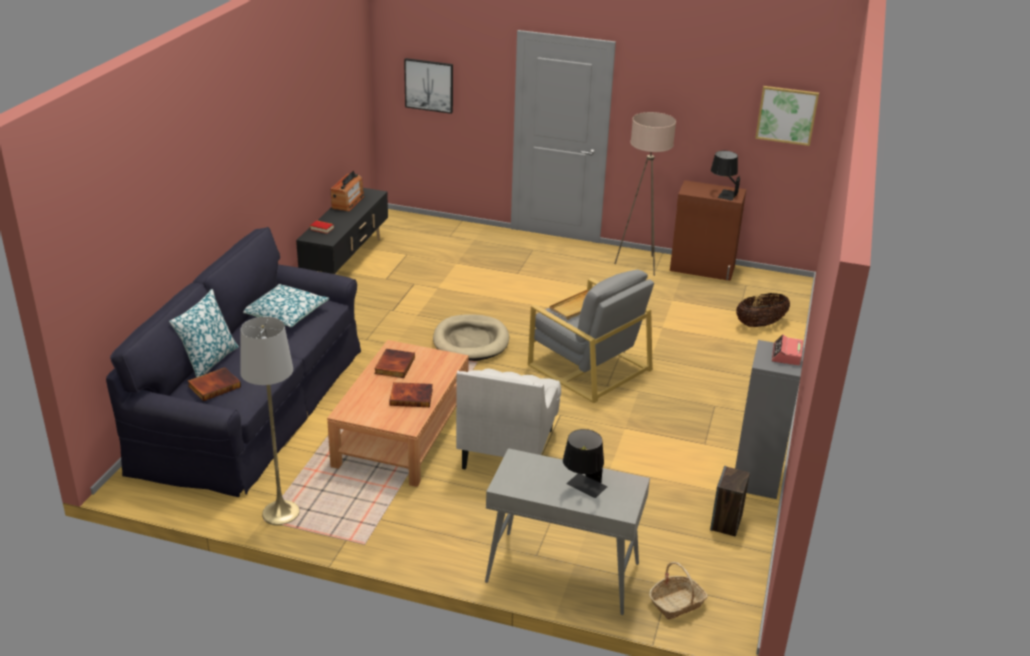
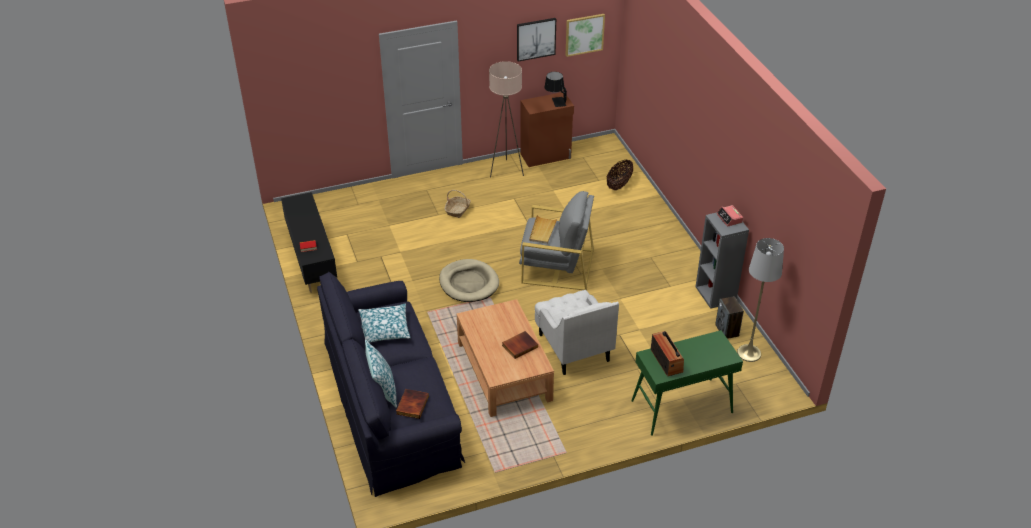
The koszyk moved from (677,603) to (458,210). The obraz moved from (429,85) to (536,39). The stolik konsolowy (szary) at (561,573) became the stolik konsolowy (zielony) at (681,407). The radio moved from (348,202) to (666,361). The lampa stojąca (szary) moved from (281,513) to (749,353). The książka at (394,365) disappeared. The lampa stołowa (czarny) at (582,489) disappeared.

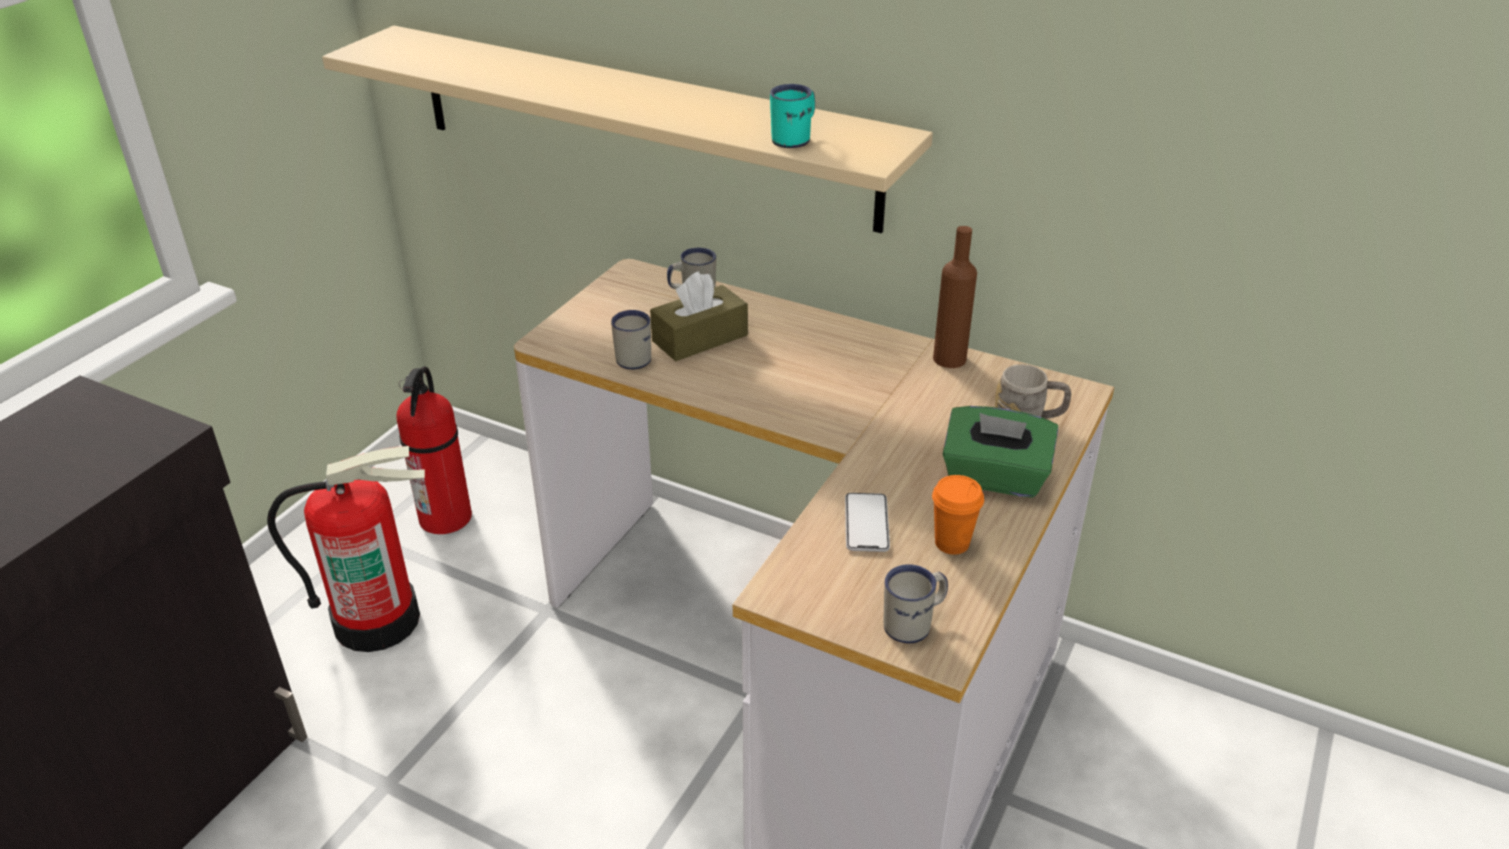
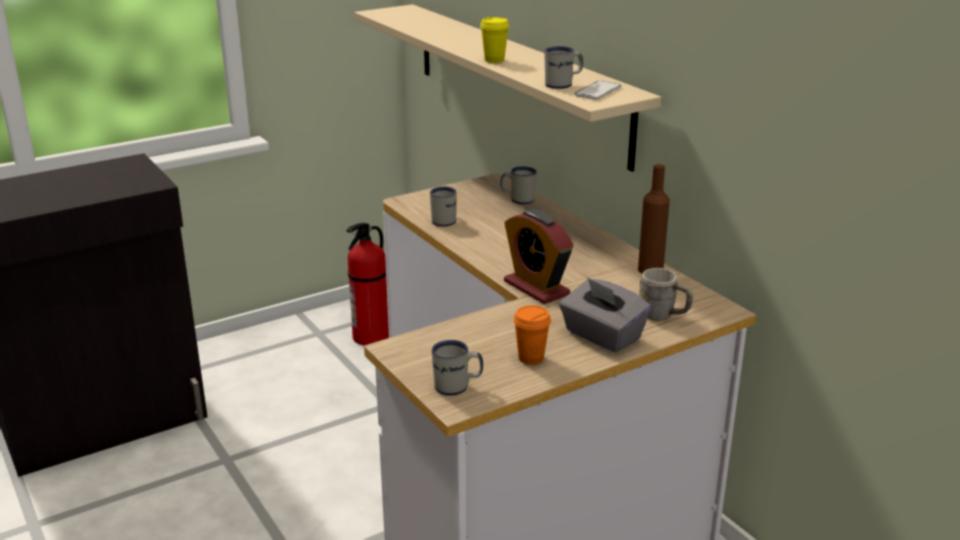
The filiżanka (żółty) at (494,60) appeared. The budzik at (536,288) appeared. The kubek (turkusowy) at (795,138) became the kubek (biały) at (563,85). The pudełko chusteczek (zielony) at (994,478) became the pudełko chusteczek (szary) at (602,336). The telefon moved from (866,523) to (598,91). The gaśnica at (378,619) disappeared. The pudełko chusteczek (brązowy) at (700,338) disappeared.

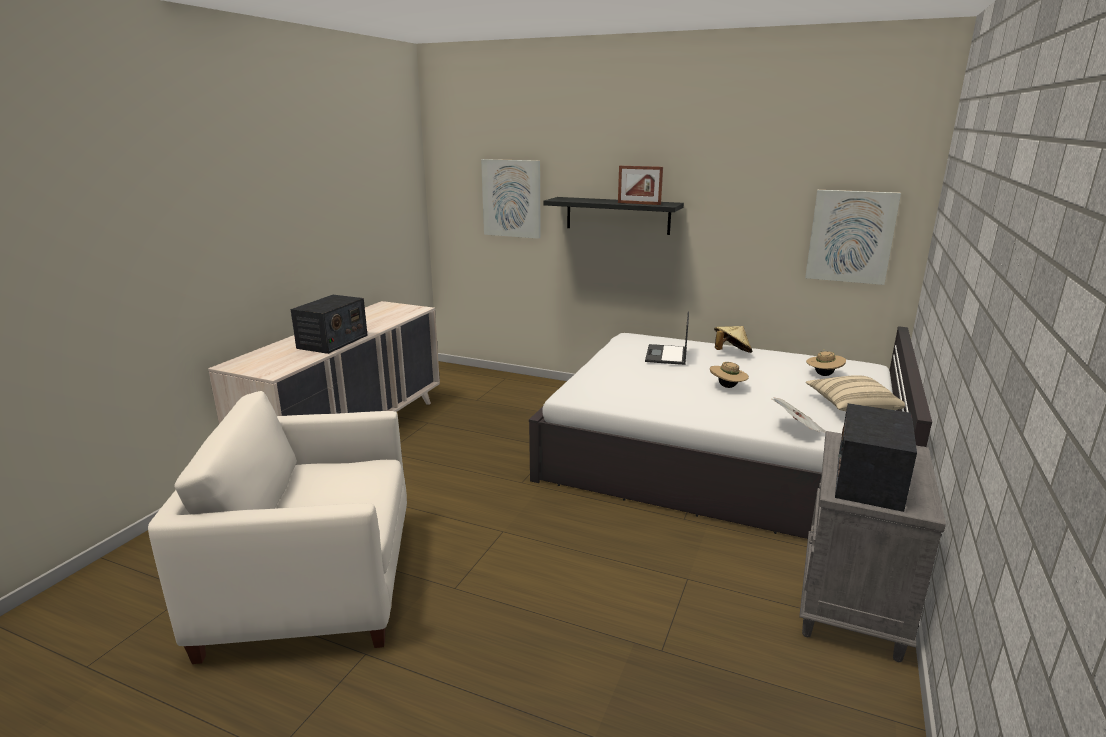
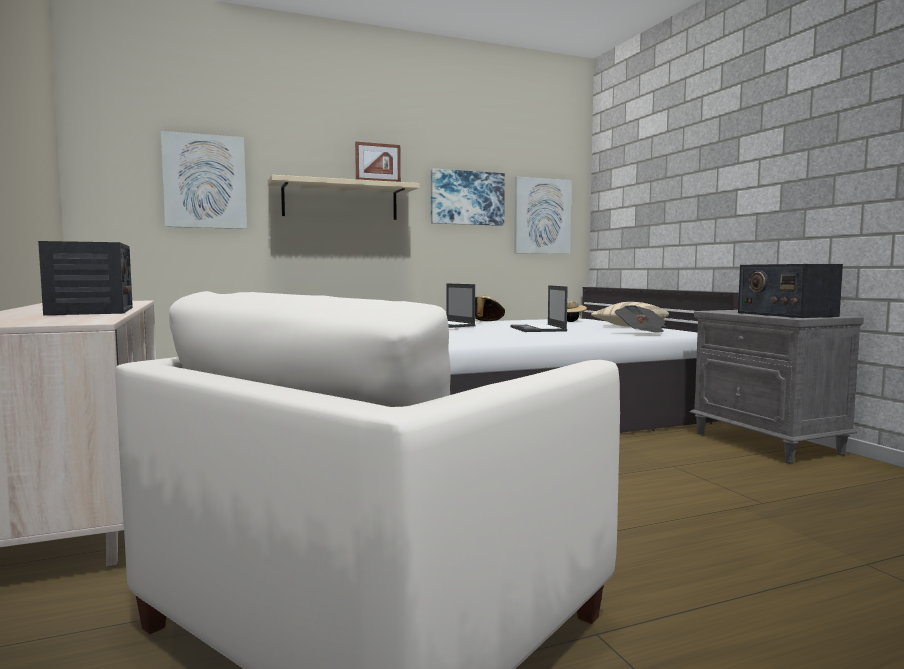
The półka (czarny) at (617,215) became the półka (beżowy) at (340,201). The obraz at (467,198) appeared. The kapelusz (beżowy) at (727,387) was replaced by the laptop at (538,329).

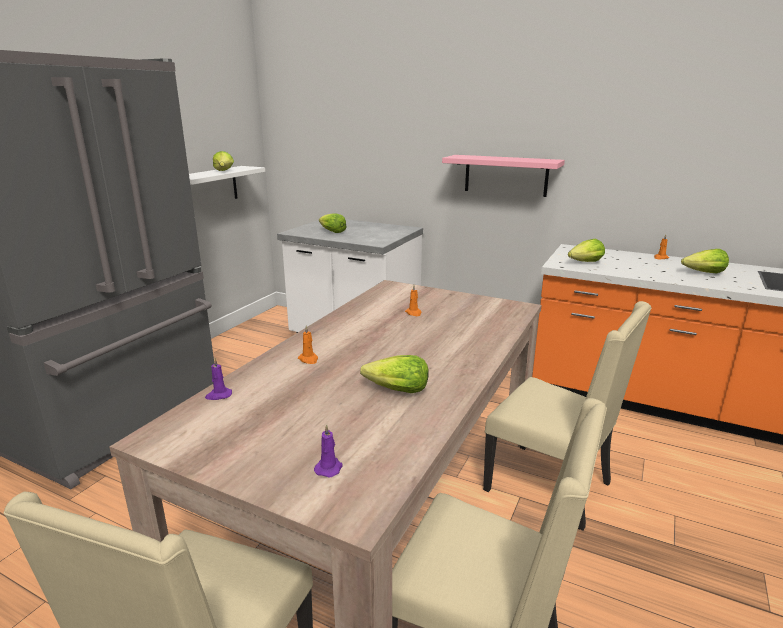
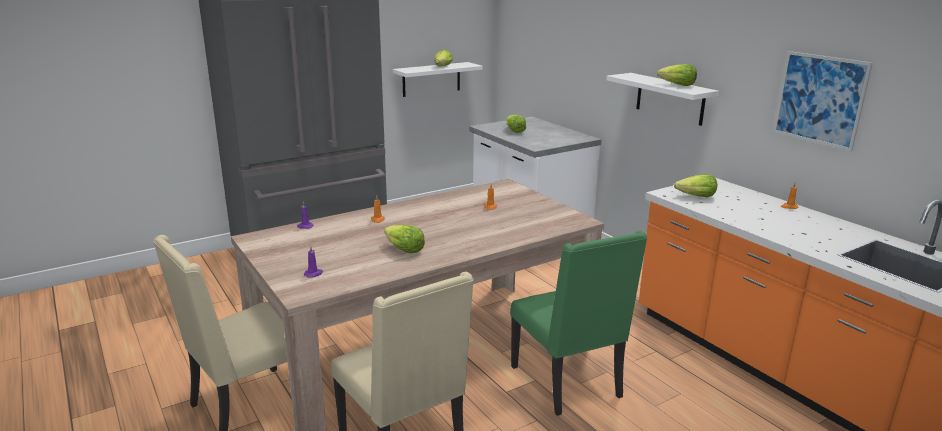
The krzesło (beżowy) at (551,487) became the krzesło (zielony) at (568,383). The półka (różowy) at (506,175) became the półka (biały) at (670,99). The sałata moved from (704,273) to (677,85). The obraz at (819,99) appeared.

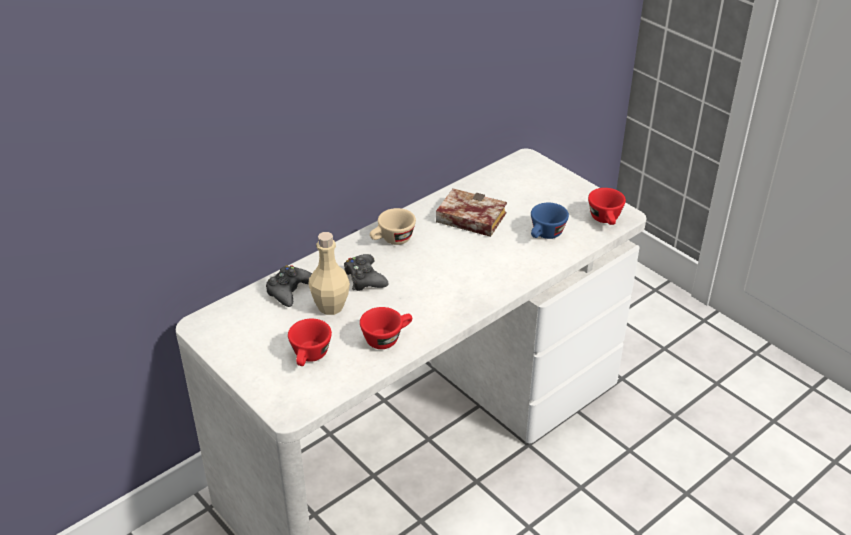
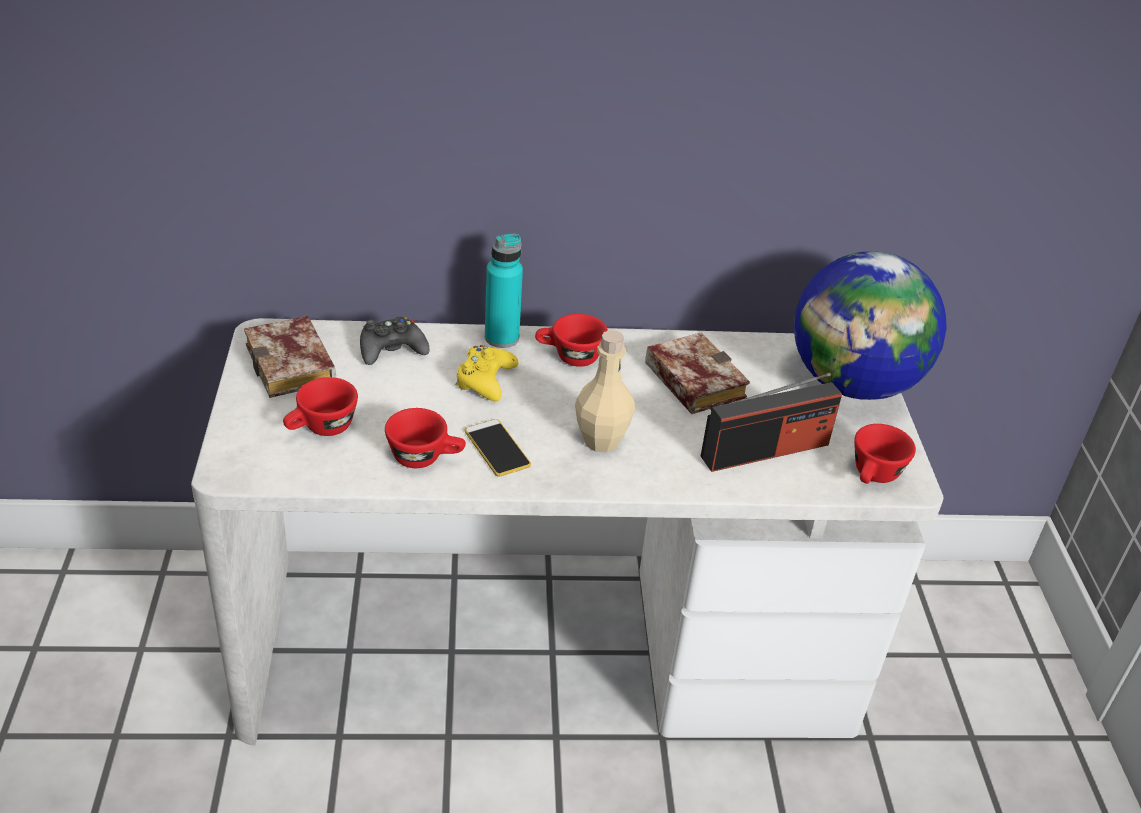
The książka at (294,366) appeared. The pad do gier (czarny) at (364,278) became the pad do gier (żółty) at (485,380). The telefon at (497,448) appeared. The butelka (turkusowy) at (501,338) appeared. The filiżanka (beżowy) at (392,240) became the filiżanka (czerwony) at (569,357). The butelka (beżowy) moved from (330,307) to (601,440). The filiżanka (niebieski) at (545,235) was replaced by the radio at (765,450). The globus at (854,384) appeared.

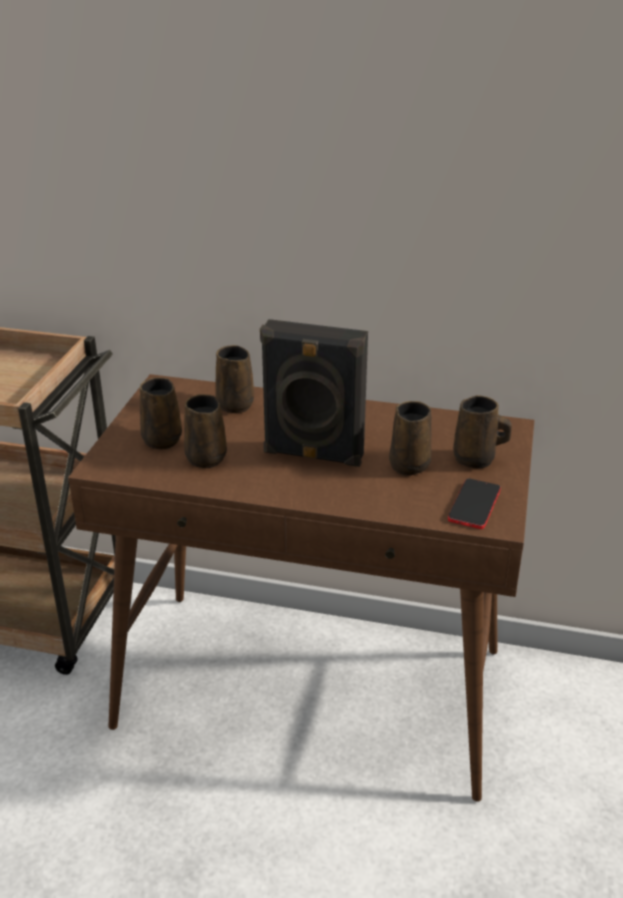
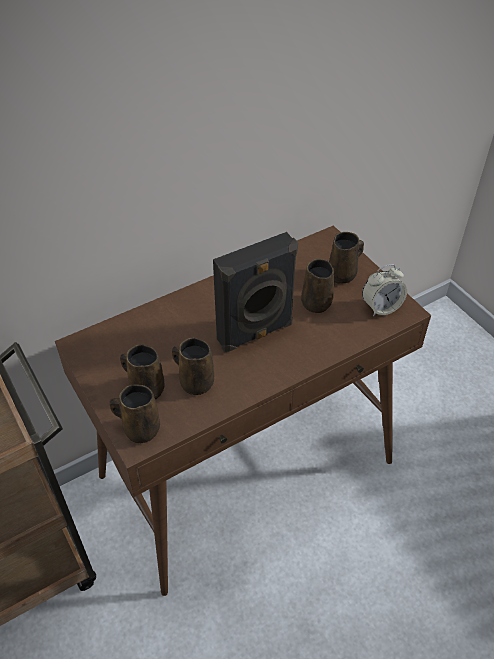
The kubek (brązowy) moved from (234,404) to (140,429). The telefon at (474,505) was replaced by the budzik at (381,307).

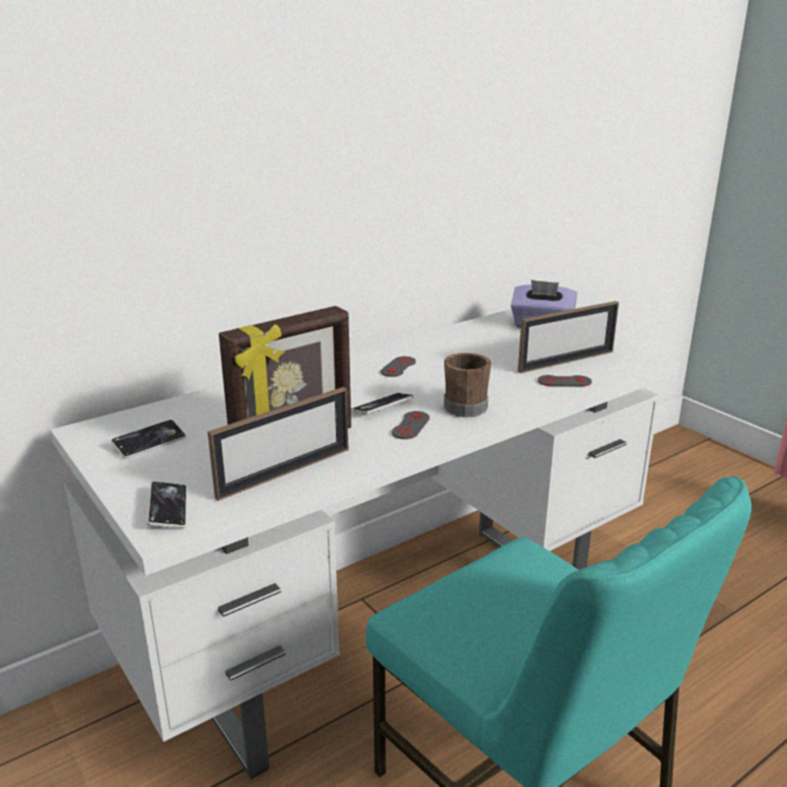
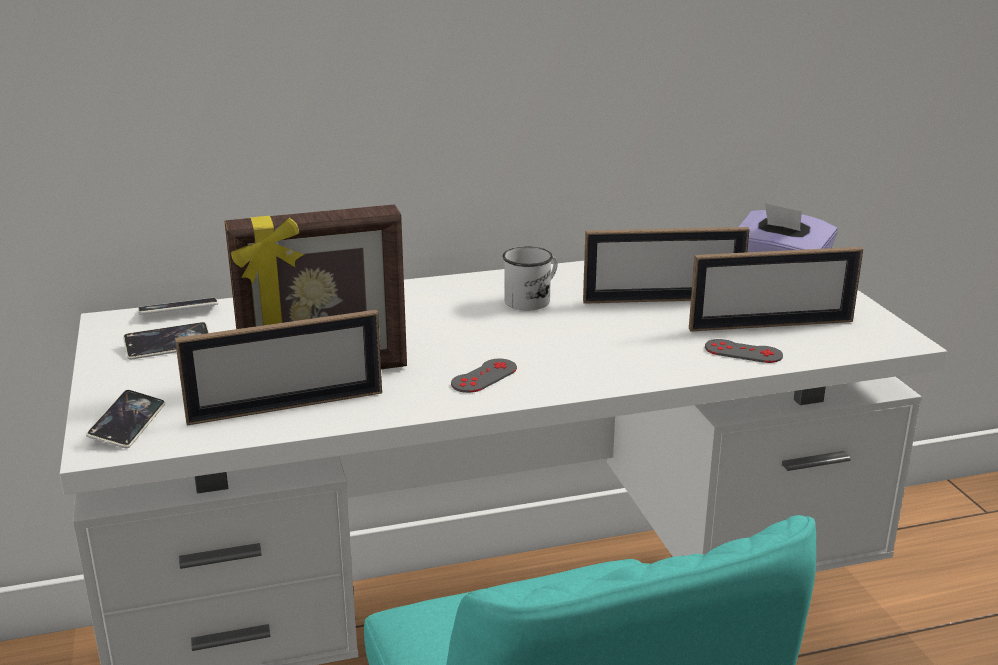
The telefon moved from (382,407) to (178,311). The pad do gier (szary) at (398,367) was replaced by the kubek (biały) at (532,299). The ramka na zdjęcie at (662,300) appeared. The kubek (brązowy) at (468,405) disappeared.

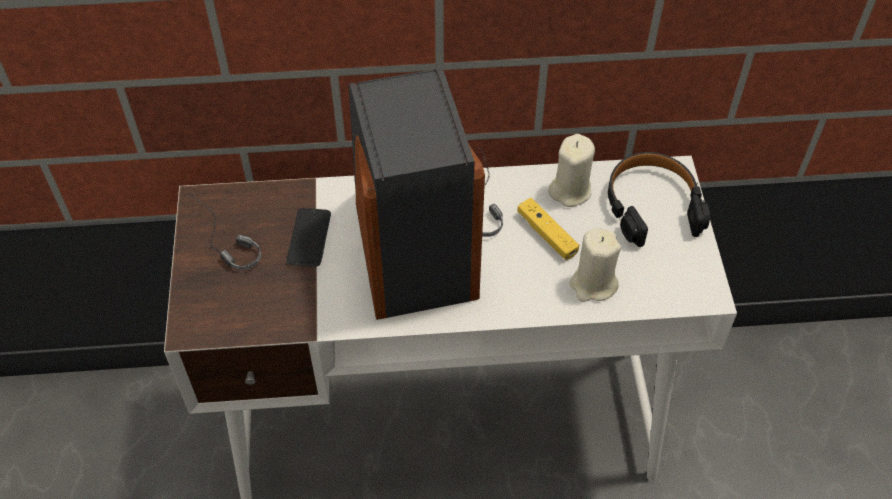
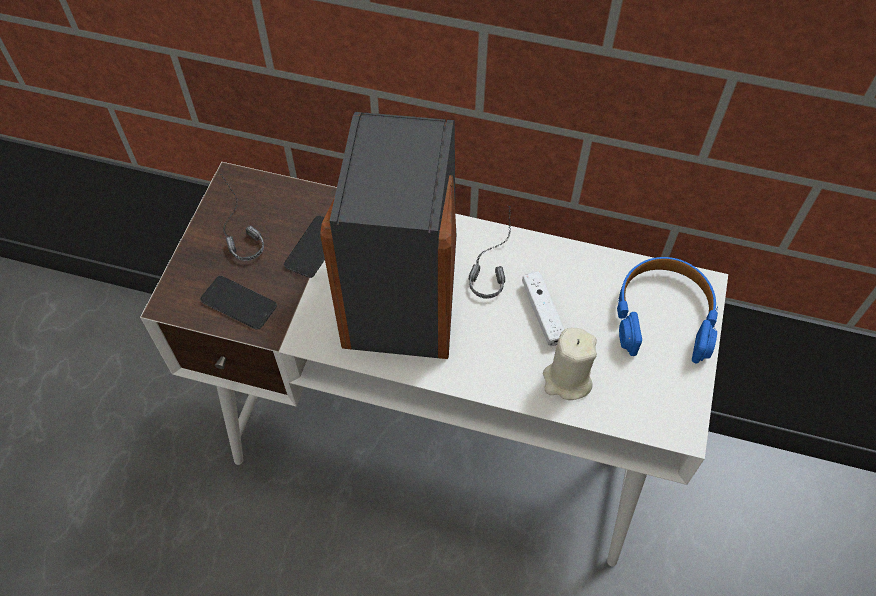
The telefon at (239,303) appeared. The pad do gier (żółty) at (547,234) became the pad do gier (biały) at (543,313). The słuchawki (czarny) at (652,205) became the słuchawki (niebieski) at (663,315). The świeca (beżowy) at (570,190) disappeared.

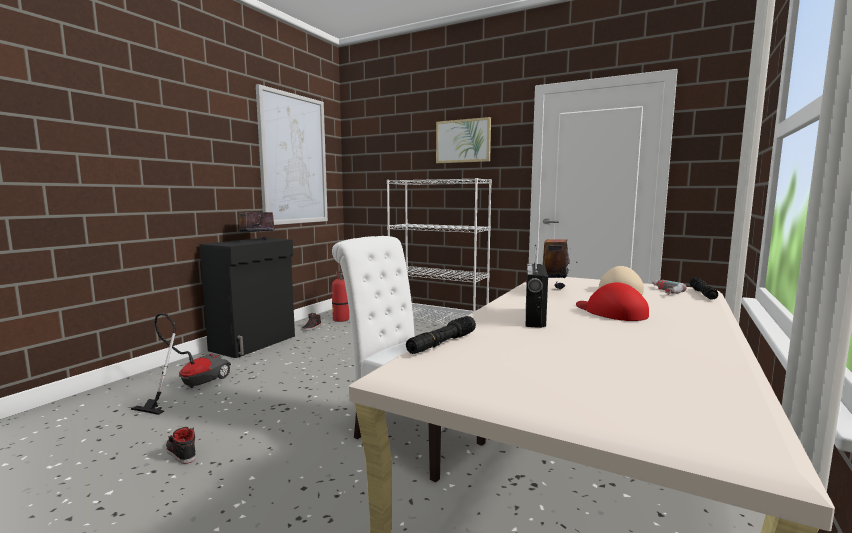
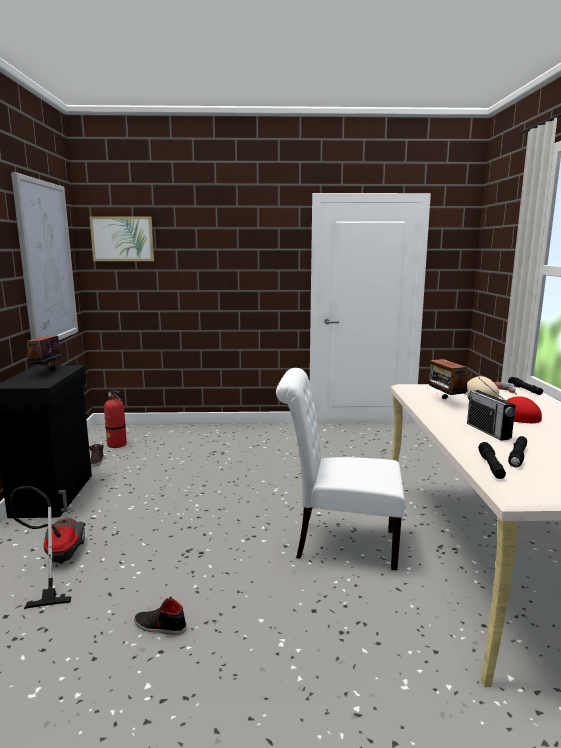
The obraz moved from (463,141) to (122,239). The latarka (czarny) at (518,456) appeared. The regał (biały) at (438,323) disappeared.

